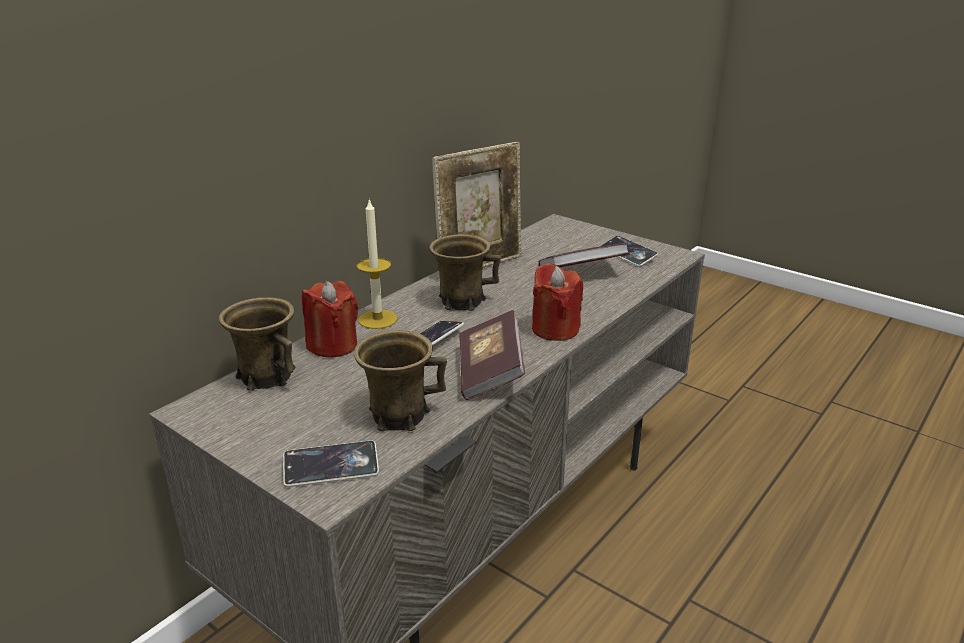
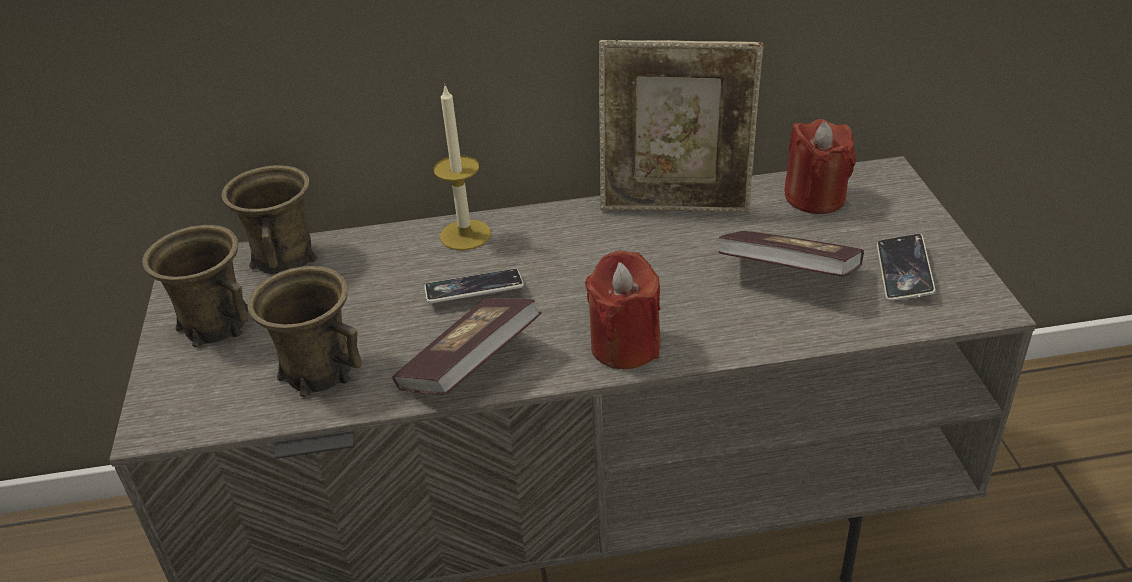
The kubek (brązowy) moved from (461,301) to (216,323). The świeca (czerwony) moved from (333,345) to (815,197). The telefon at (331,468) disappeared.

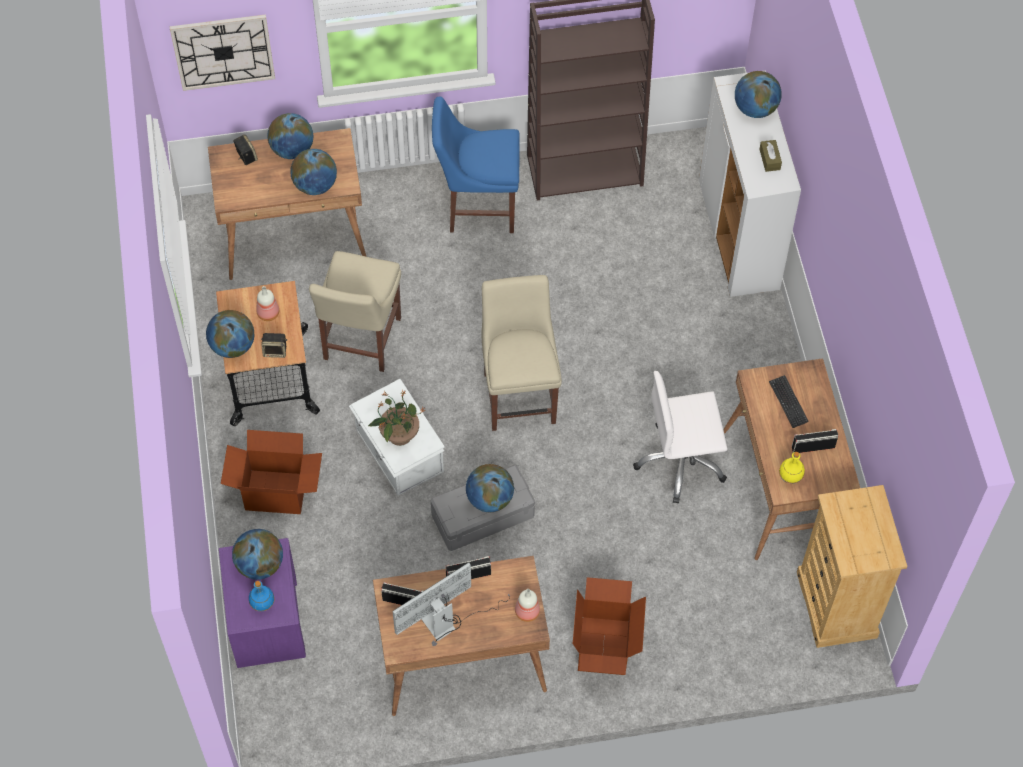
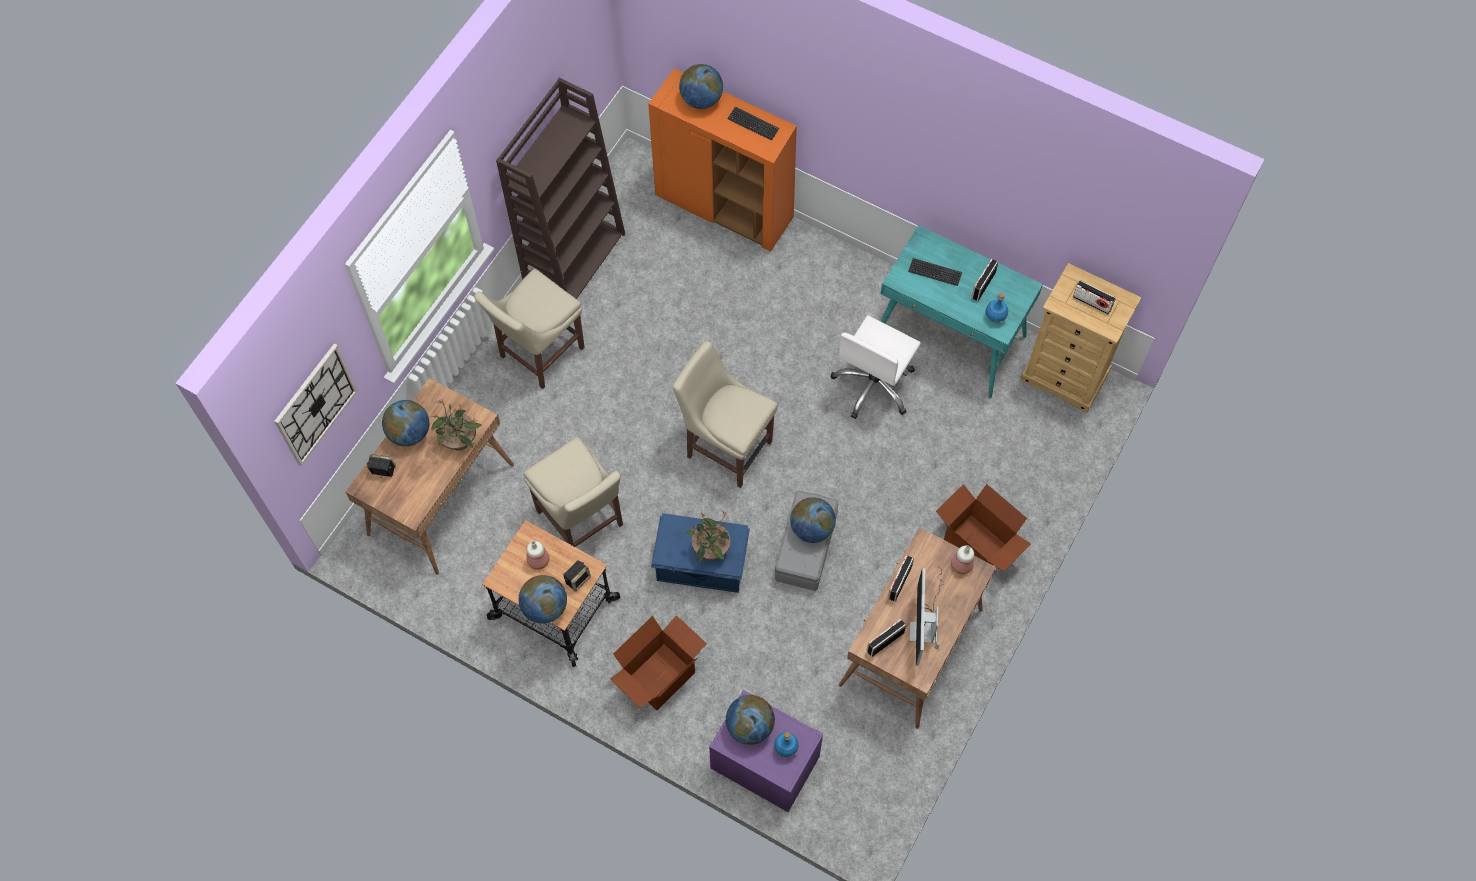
The globus at (315,185) was replaced by the roślina doniczkowa at (459,440). The krzesło (niebieski) at (477,207) became the krzesło (beżowy) at (538,354). The szafka (biały) at (739,236) became the szafka (pomarańczowy) at (725,207). The pojemnik do przechowywania (biały) at (398,452) became the pojemnik do przechowywania (niebieski) at (702,565). The pudełko chusteczek (brązowy) at (769,159) was replaced by the klawiatura at (753,124). The biurko (brązowy) at (783,488) became the biurko (turkusowy) at (950,338). The butelka (żółty) at (790,478) became the butelka (niebieski) at (995,318). The radio at (1092,303) appeared.

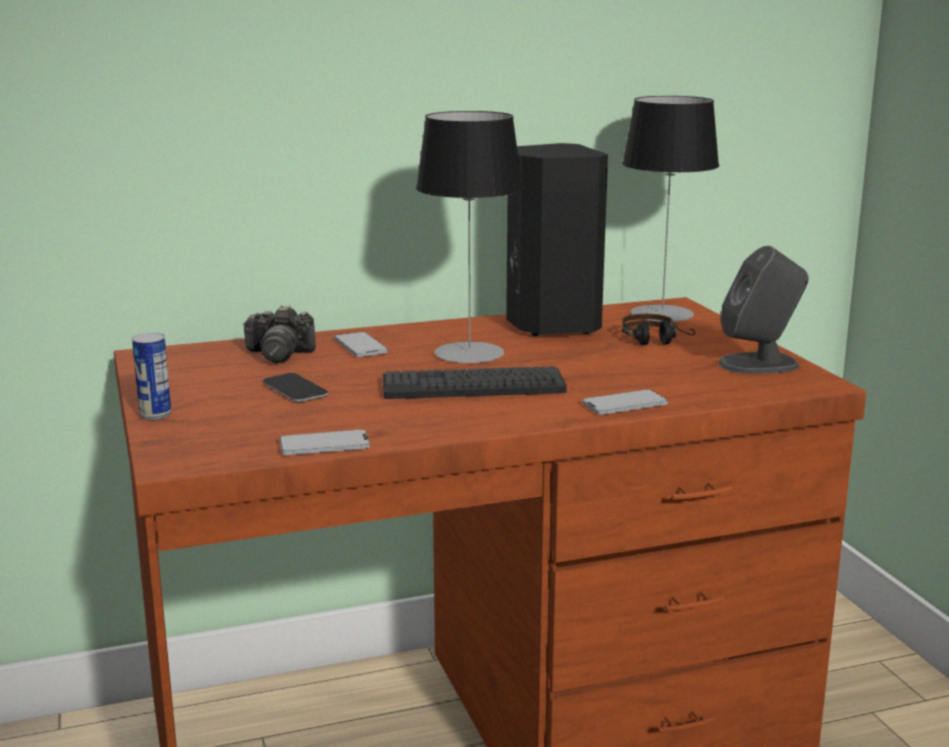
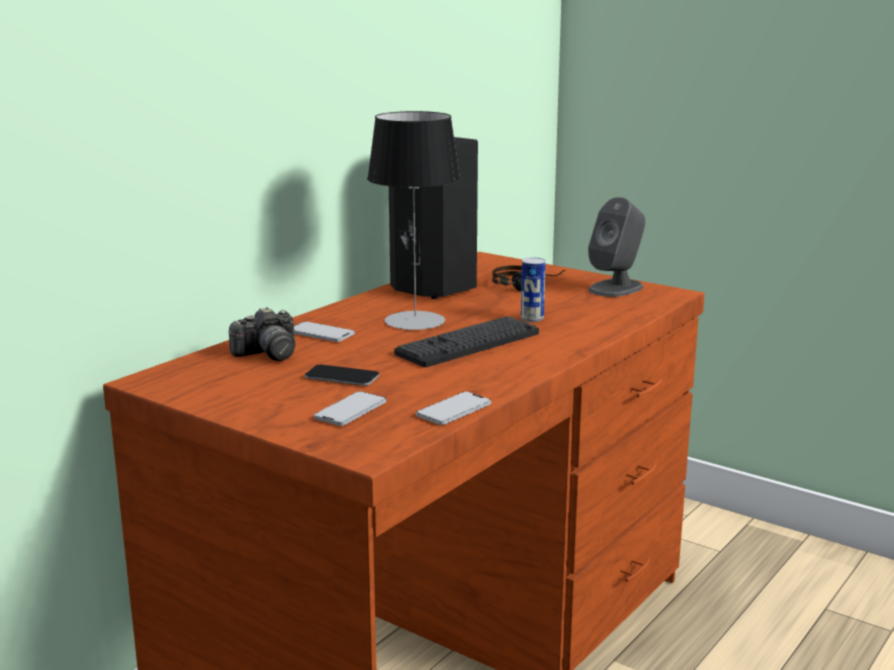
The telefon moved from (624,404) to (350,410). The puszka moved from (155,414) to (532,318). The lampa stołowa at (662,314) disappeared.

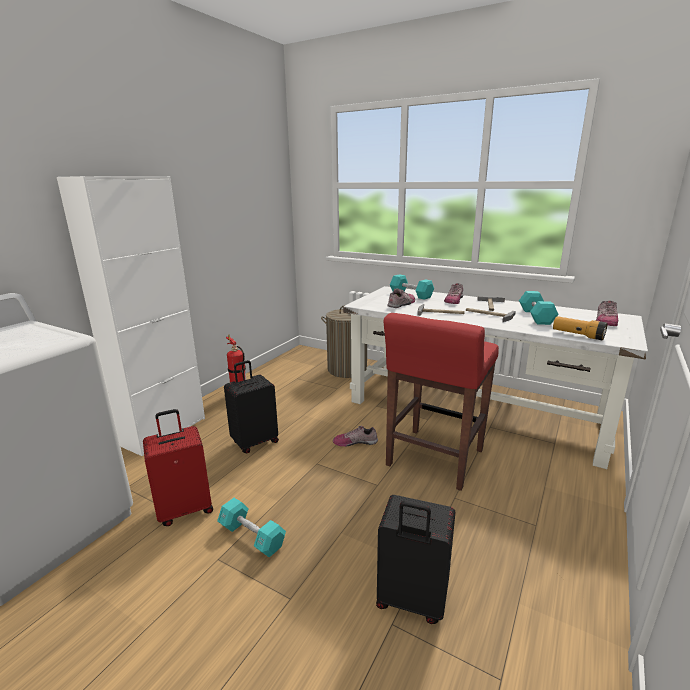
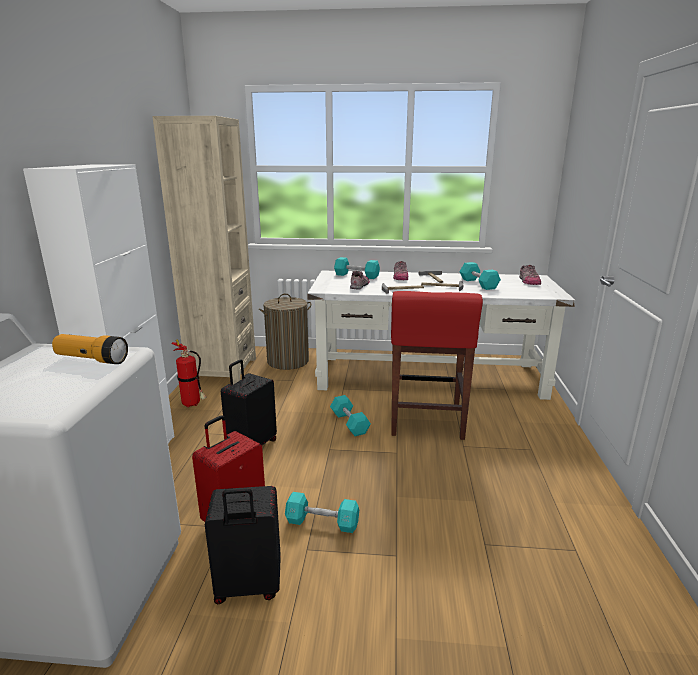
The latarka moved from (577,335) to (92,360). The regał (beżowy) at (222,369) appeared. The walizka (czarny) moved from (411,601) to (248,587). The but at (355,442) was replaced by the hantel (turkusowy) at (349,423).

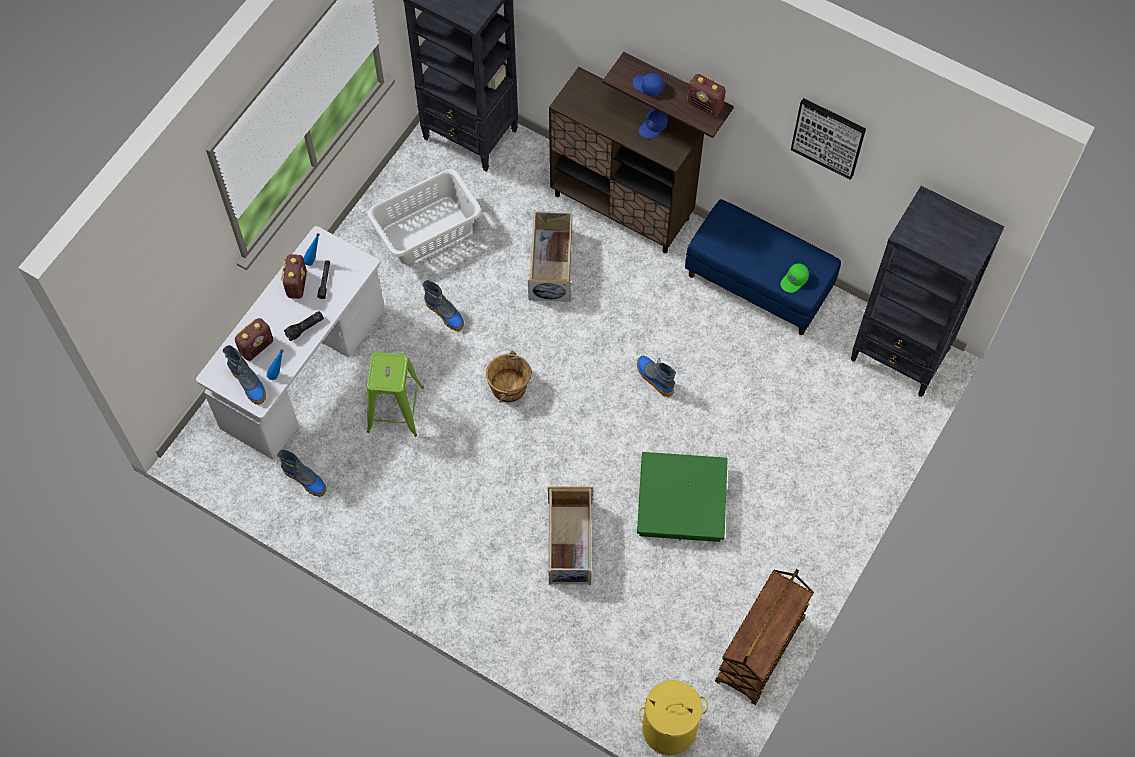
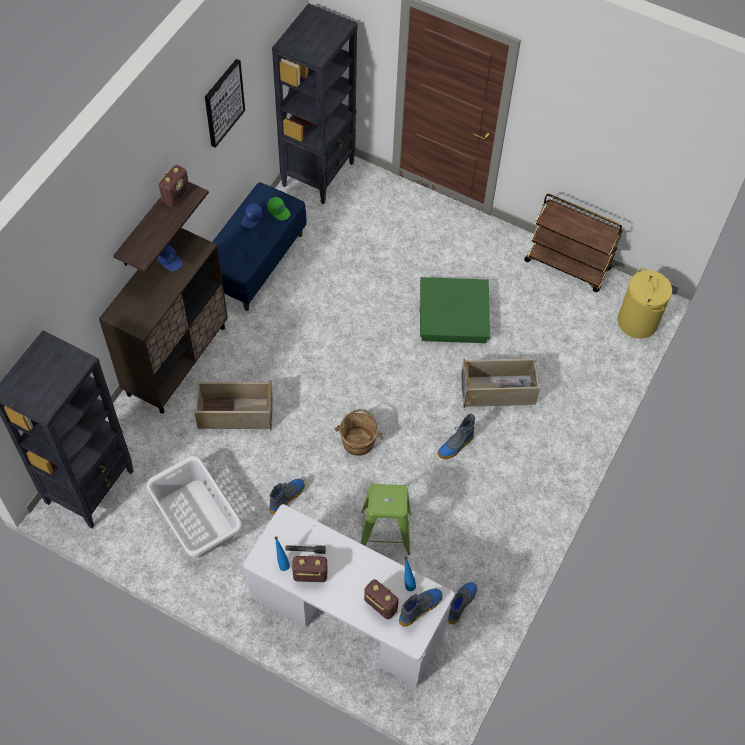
The czapka z daszkiem (niebieski) moved from (648,86) to (252,218). The but z cholewką moved from (654,378) to (455,445). The latarka at (305,329) disappeared.

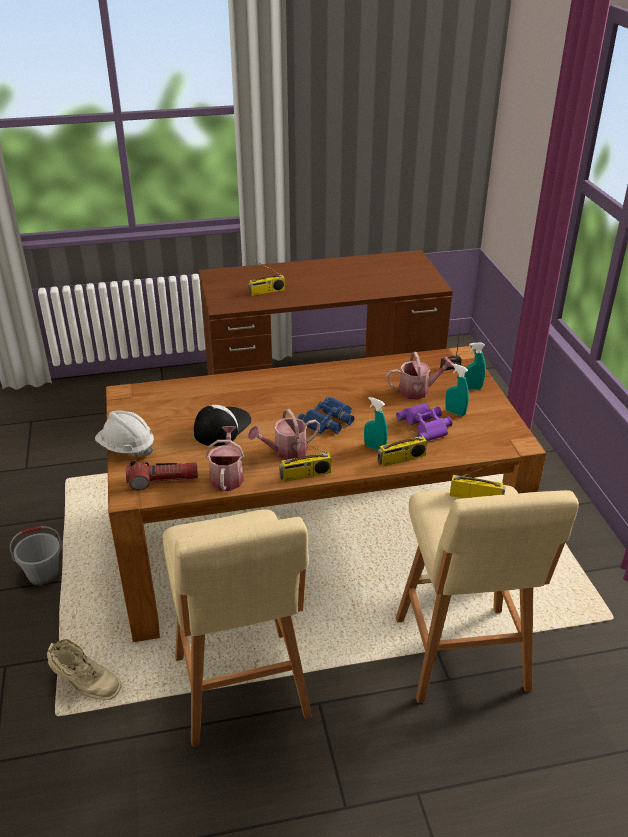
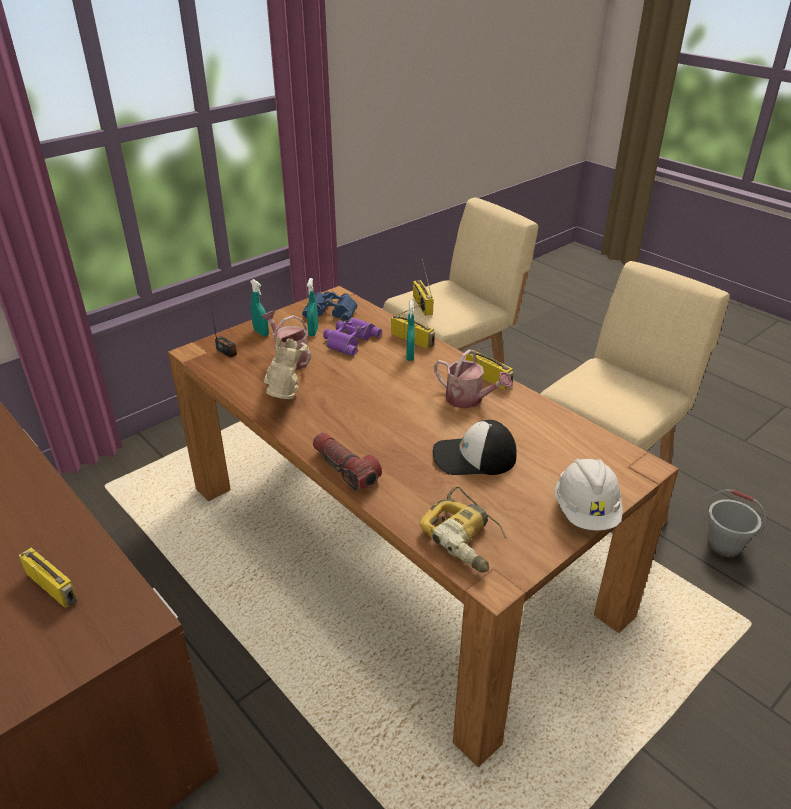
The but z cholewką (beżowy) moved from (85,686) to (285,398). The lornetka (niebieski) moved from (329,421) to (332,310). The latarka moved from (163,481) to (345,469). The wiertarka at (466,537) appeared. The wiadro (szary) moved from (43,574) to (723,546). The konewka at (227,476) disappeared.

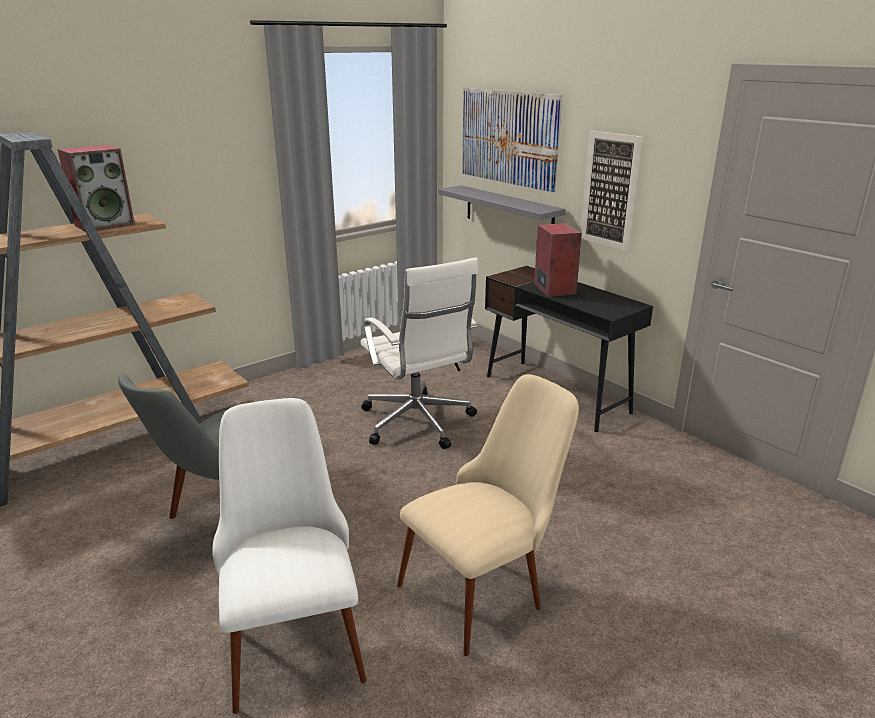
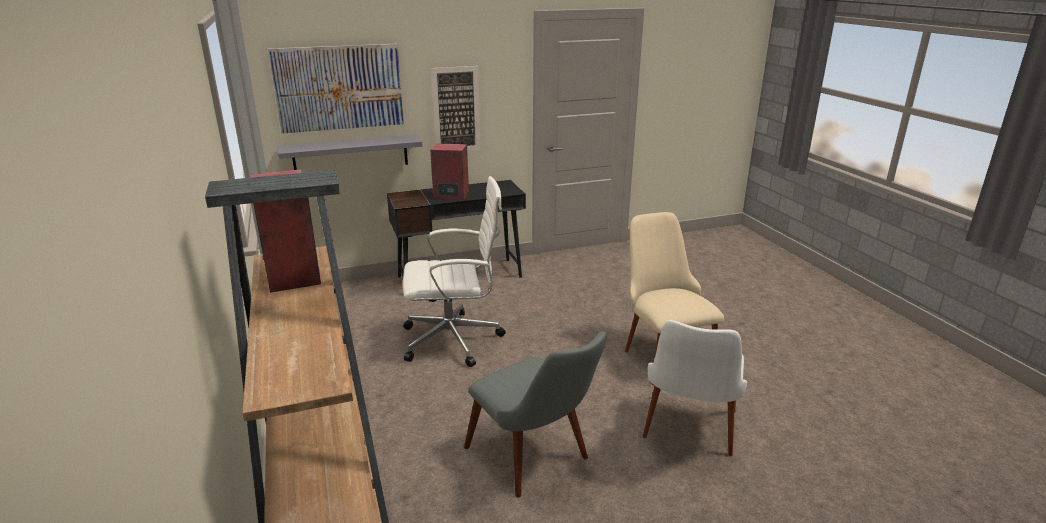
The krzesło (biały) at (293,633) turned 75 degrees counterclockwise.

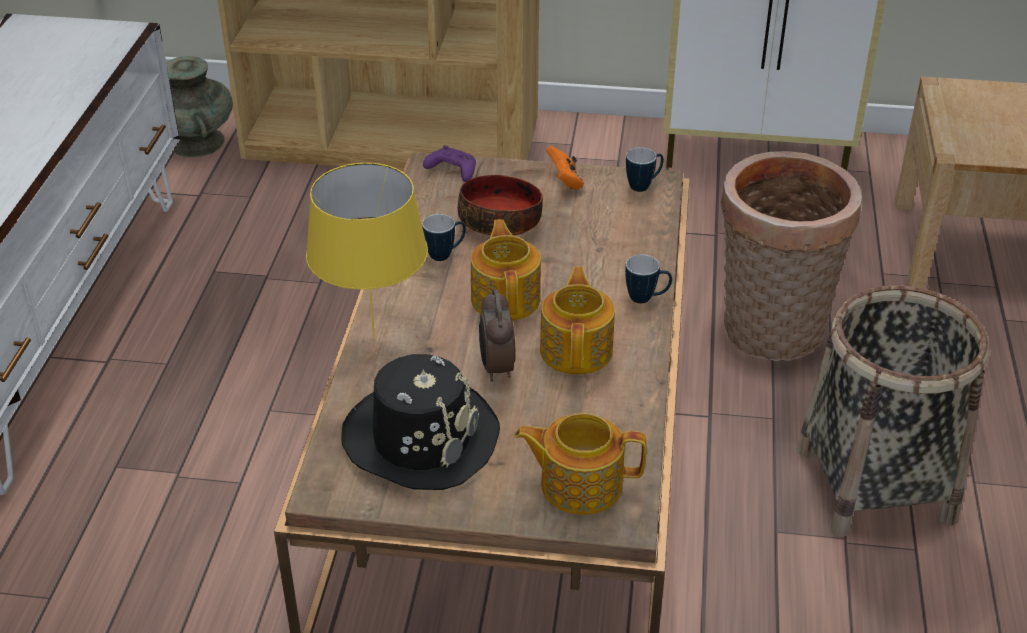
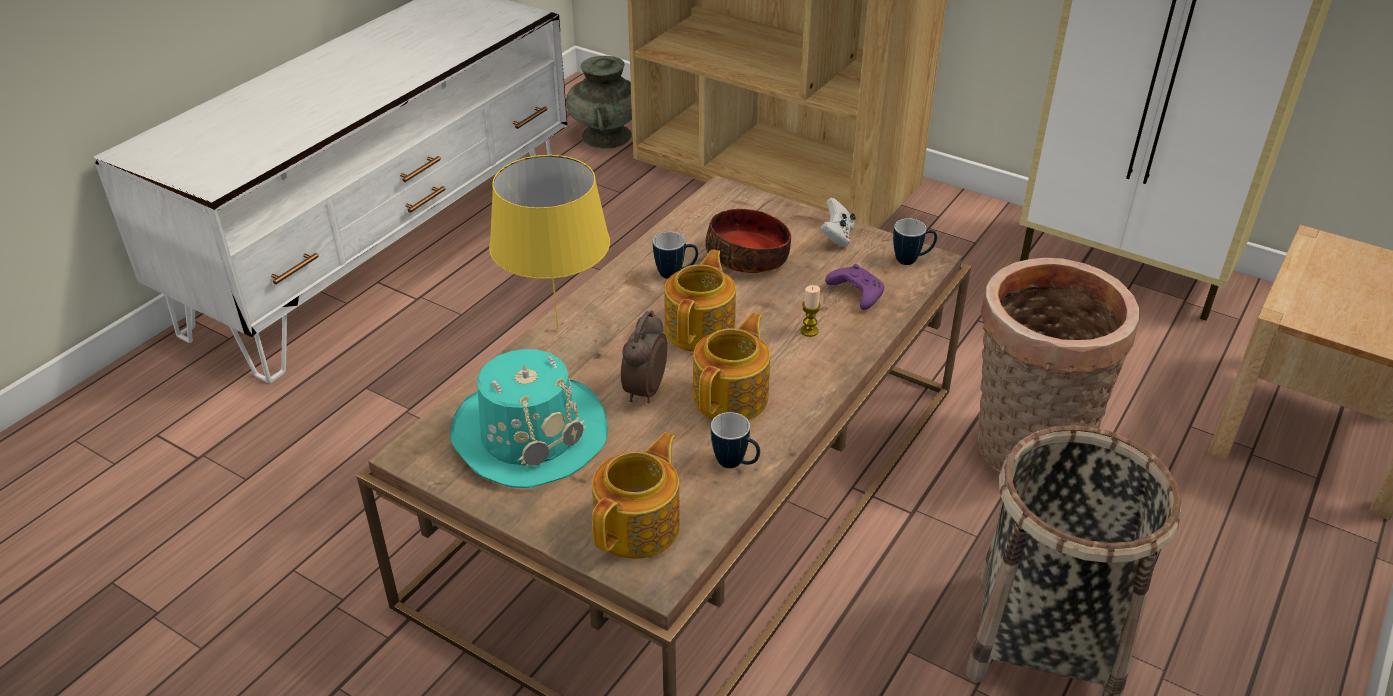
The kapelusz (czarny) at (420,438) became the kapelusz (turkusowy) at (529,433). The imbryk at (579,484) turned 90 degrees clockwise. The kubek moved from (646,298) to (736,464). The świeca at (809,331) appeared. The pad do gier (pomarańczowy) at (565,181) became the pad do gier (biały) at (837,236). The pad do gier (fioletowy) moved from (451,171) to (855,294).

